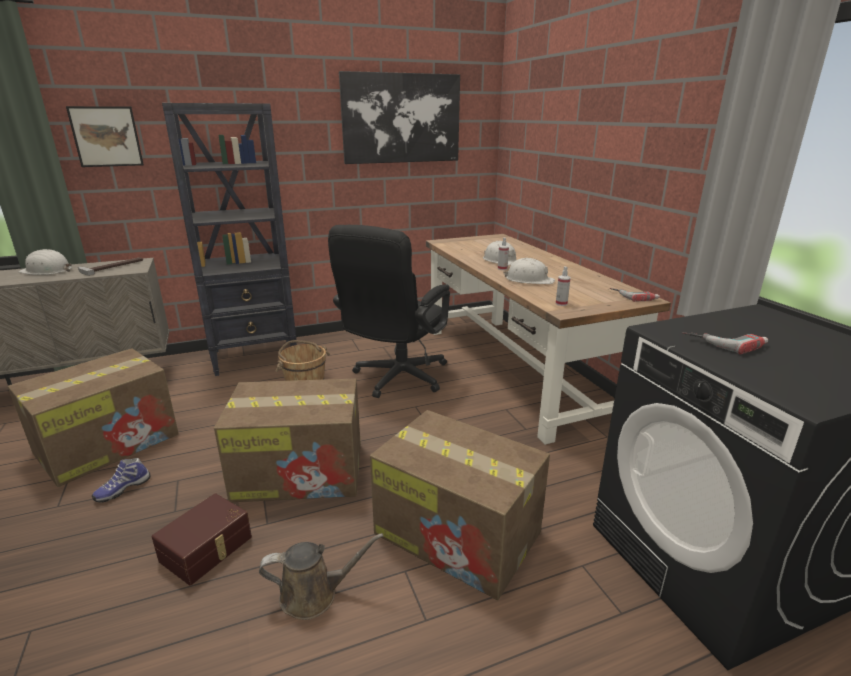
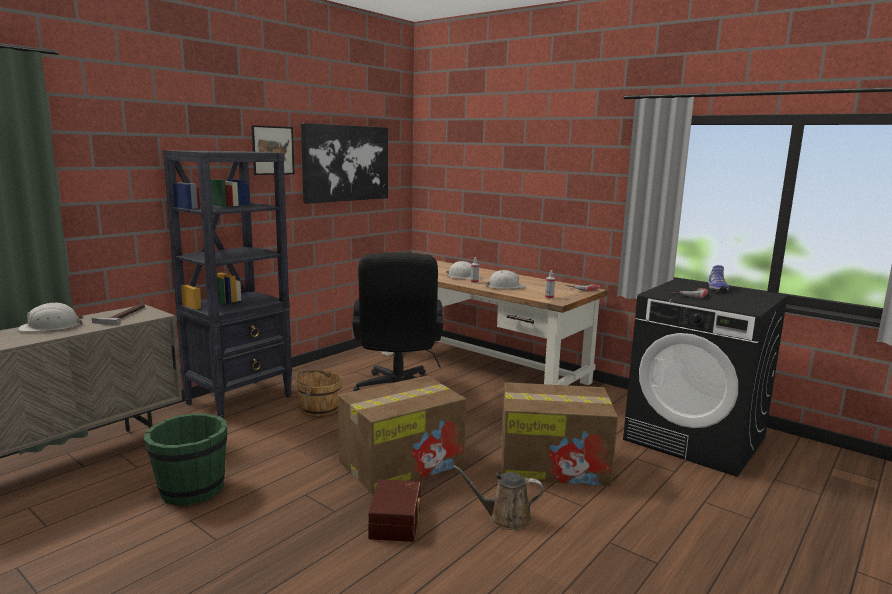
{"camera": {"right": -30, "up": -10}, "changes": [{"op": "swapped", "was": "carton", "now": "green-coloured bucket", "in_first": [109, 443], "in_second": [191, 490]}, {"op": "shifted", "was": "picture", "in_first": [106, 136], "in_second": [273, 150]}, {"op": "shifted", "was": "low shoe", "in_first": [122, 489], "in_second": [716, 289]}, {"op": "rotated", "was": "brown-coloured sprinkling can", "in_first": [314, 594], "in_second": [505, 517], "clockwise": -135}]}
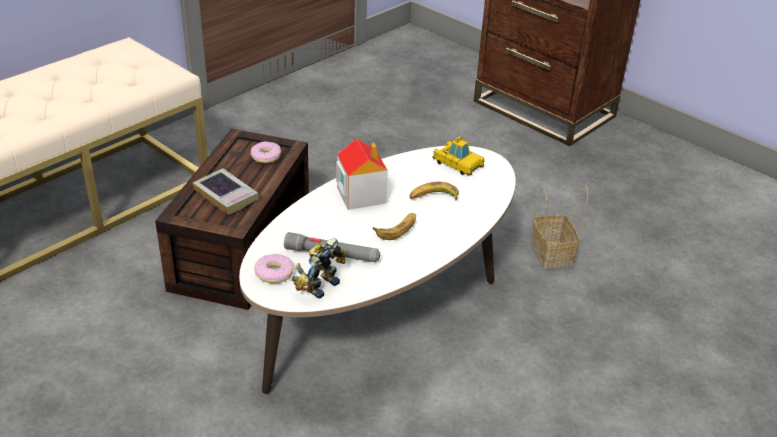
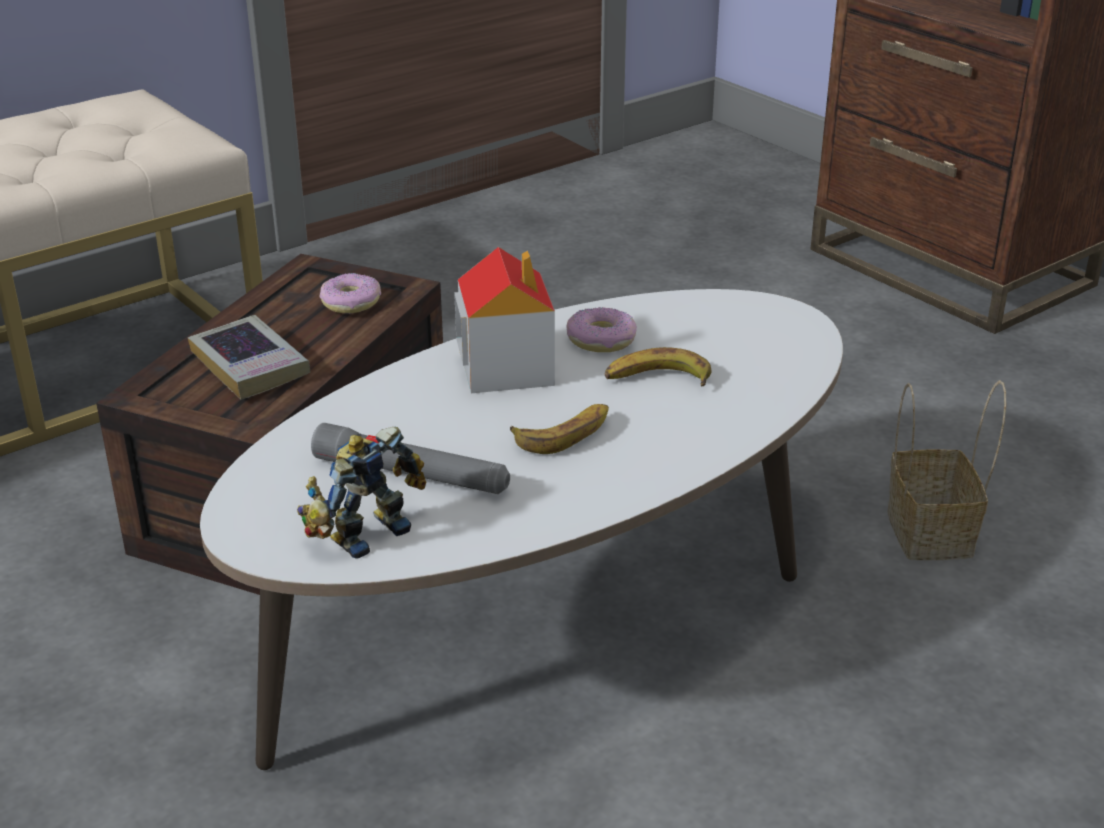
{"camera": {"right": 10, "up": -5}, "changes": [{"op": "shifted", "was": "donut", "in_first": [274, 273], "in_second": [601, 340]}, {"op": "gone", "was": "model car", "in_first": [458, 164]}]}
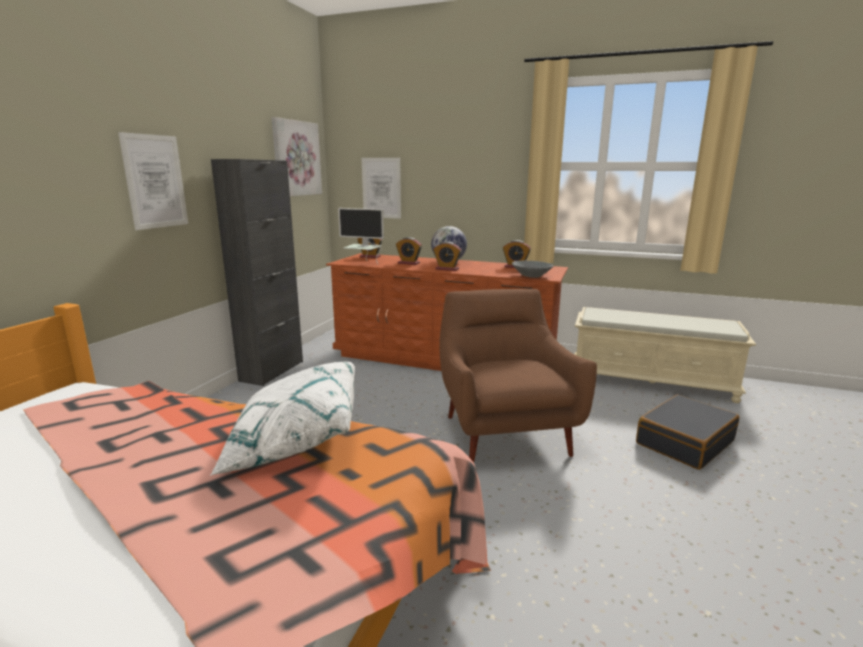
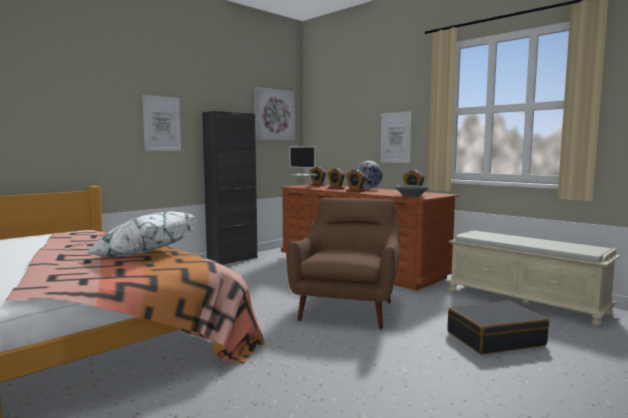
{"camera": {"right": 25, "up": -10}, "changes": [{"op": "shifted", "was": "picture", "in_first": [381, 188], "in_second": [396, 137]}]}
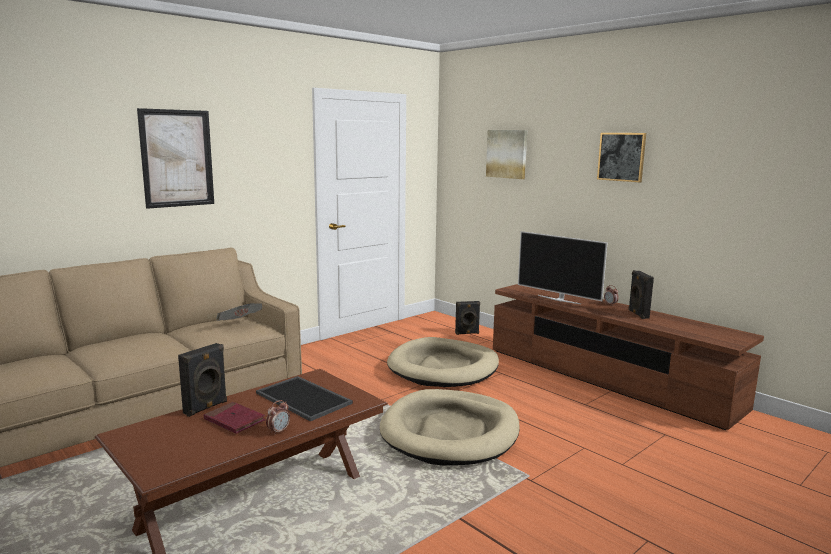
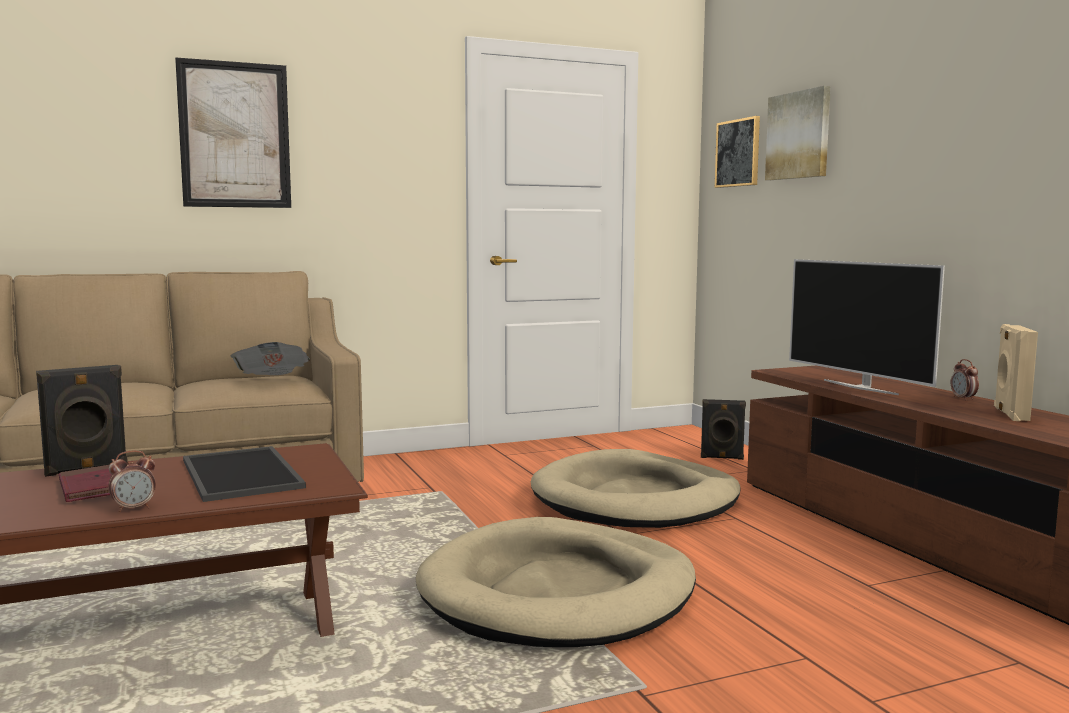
{"camera": {"right": 20, "up": -5}, "changes": [{"op": "shifted", "was": "picture", "in_first": [621, 157], "in_second": [738, 153]}, {"op": "repainted", "was": "blackish audio speaker", "now": "beige audio speaker", "in_first": [637, 314], "in_second": [1009, 414]}]}
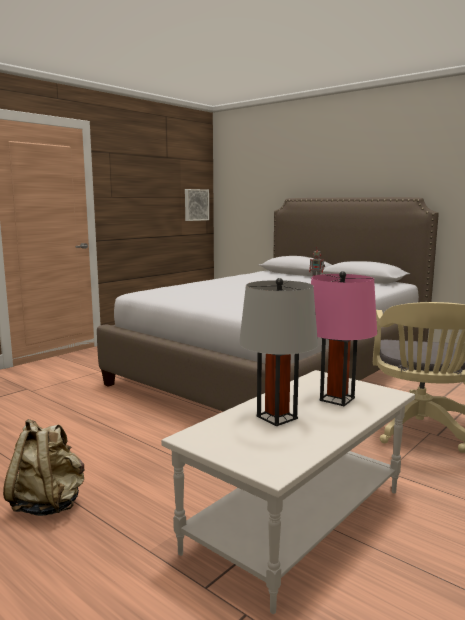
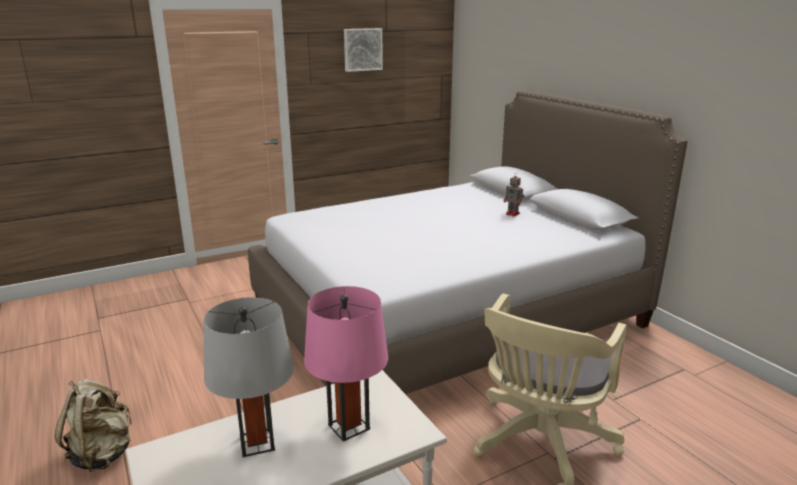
{"camera": {"right": 20, "up": 10}, "changes": [{"op": "shifted", "was": "picture", "in_first": [196, 205], "in_second": [362, 49]}]}
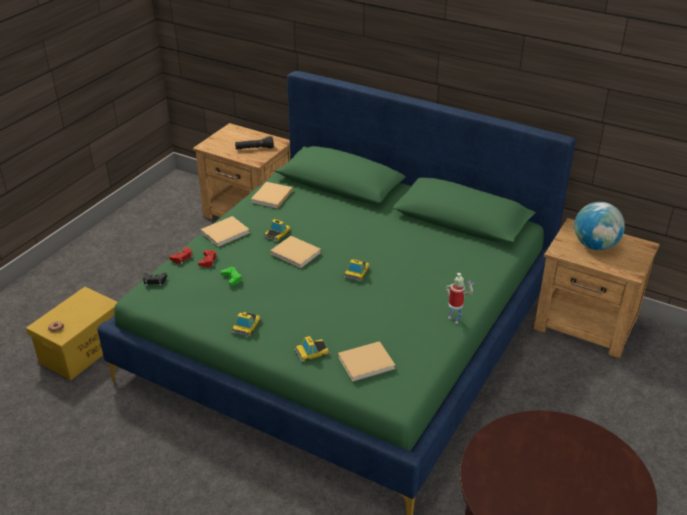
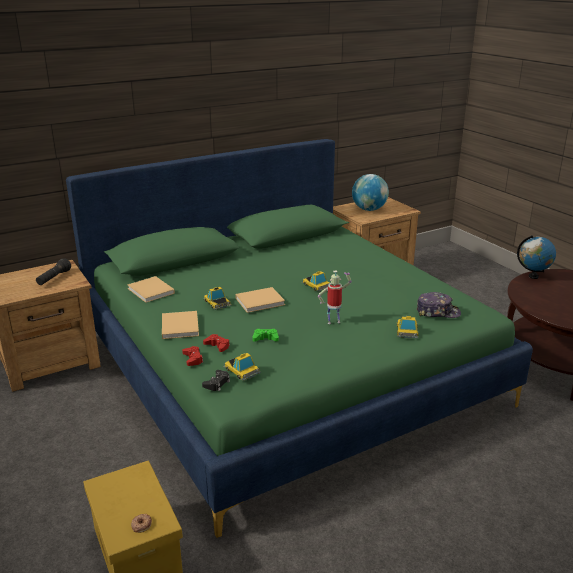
{"camera": {"right": -60, "up": -10}, "changes": [{"op": "shifted", "was": "model car", "in_first": [246, 326], "in_second": [242, 370]}, {"op": "swapped", "was": "beige book", "now": "peaked cap", "in_first": [367, 362], "in_second": [437, 312]}, {"op": "shifted", "was": "model robot", "in_first": [455, 319], "in_second": [333, 321]}, {"op": "new", "now": "desk globe", "in_second": [533, 276]}]}
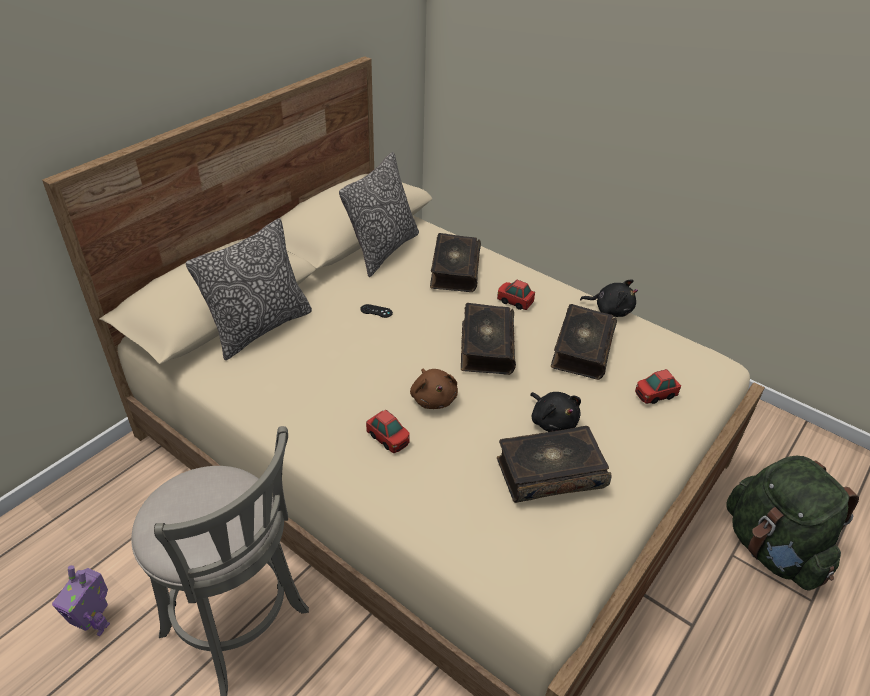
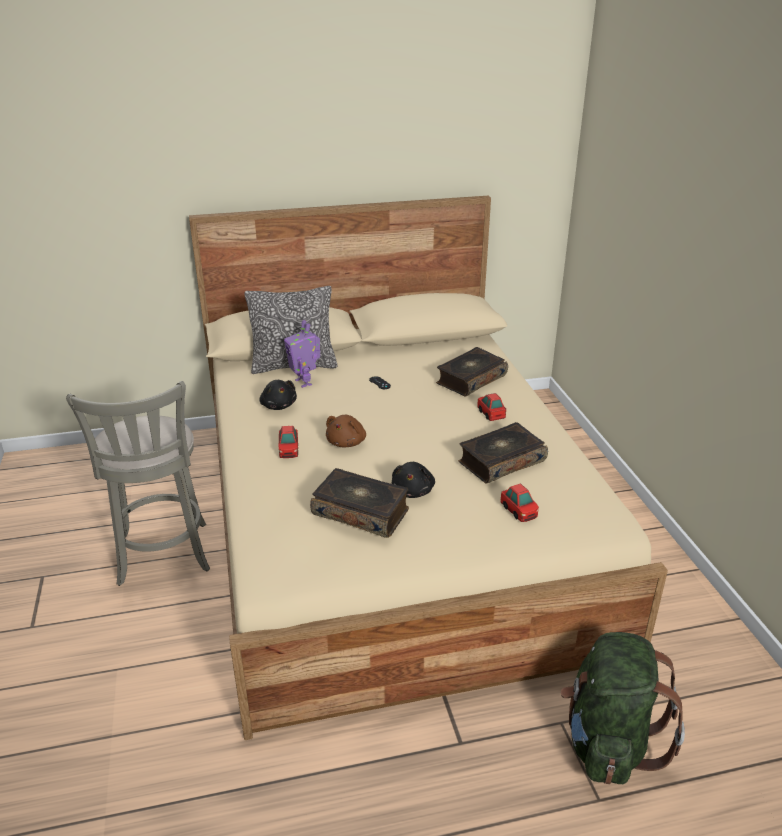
{"camera": {"right": 40, "up": -10}, "changes": [{"op": "shifted", "was": "model robot", "in_first": [96, 623], "in_second": [304, 382]}, {"op": "gone", "was": "pillow", "in_first": [383, 250]}, {"op": "gone", "was": "book", "in_first": [486, 347]}, {"op": "shifted", "was": "blackish soft toy", "in_first": [610, 310], "in_second": [278, 405]}, {"op": "rotated", "was": "model car", "in_first": [655, 394], "in_second": [519, 511], "clockwise": -135}]}
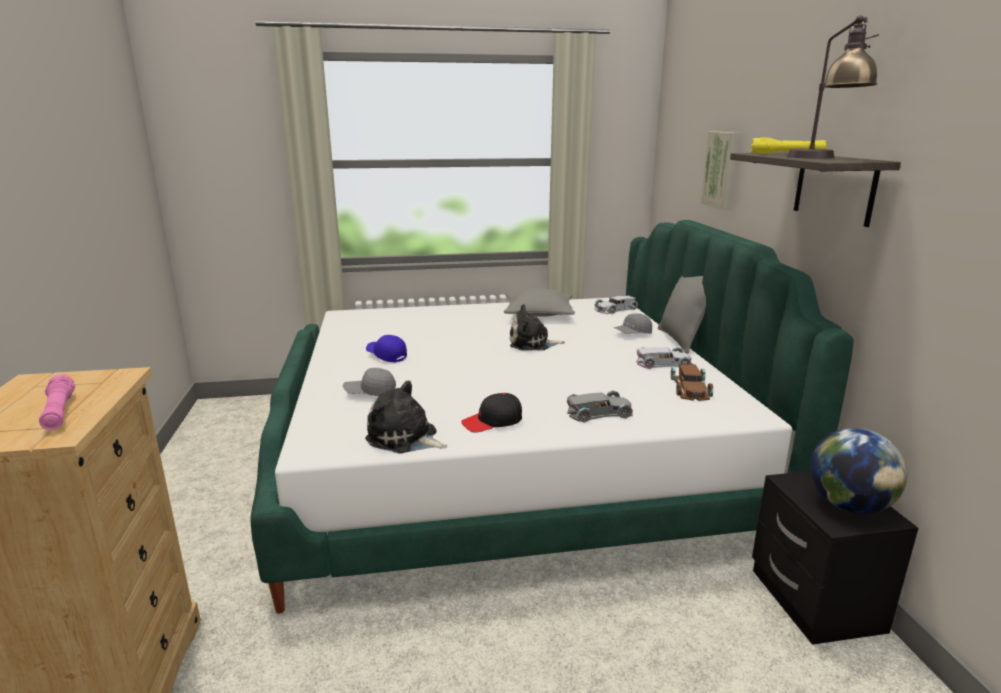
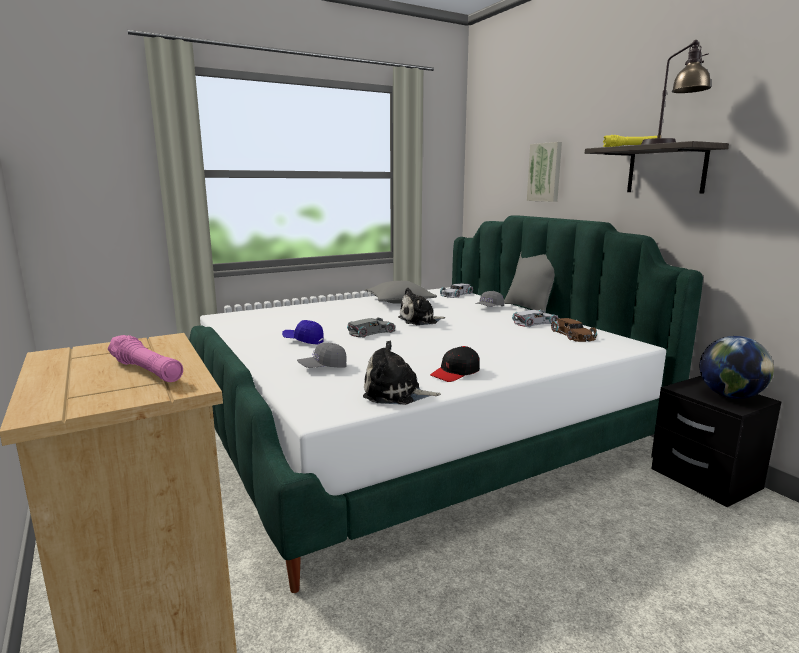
{"camera": {"right": -20, "up": -5}, "changes": [{"op": "shifted", "was": "greyish model car", "in_first": [599, 413], "in_second": [372, 332]}]}
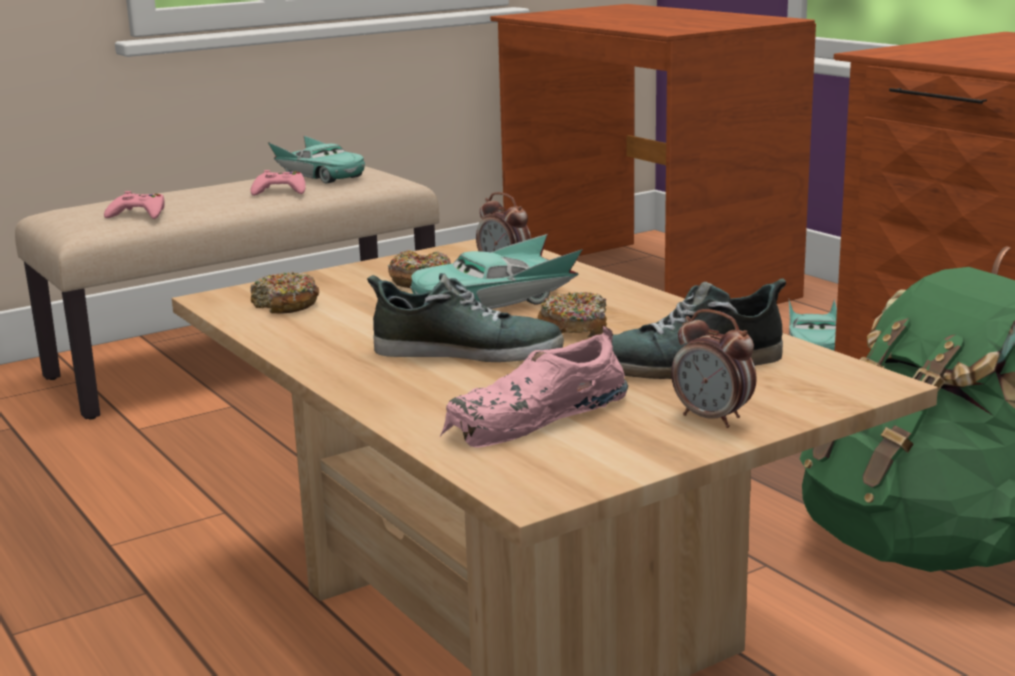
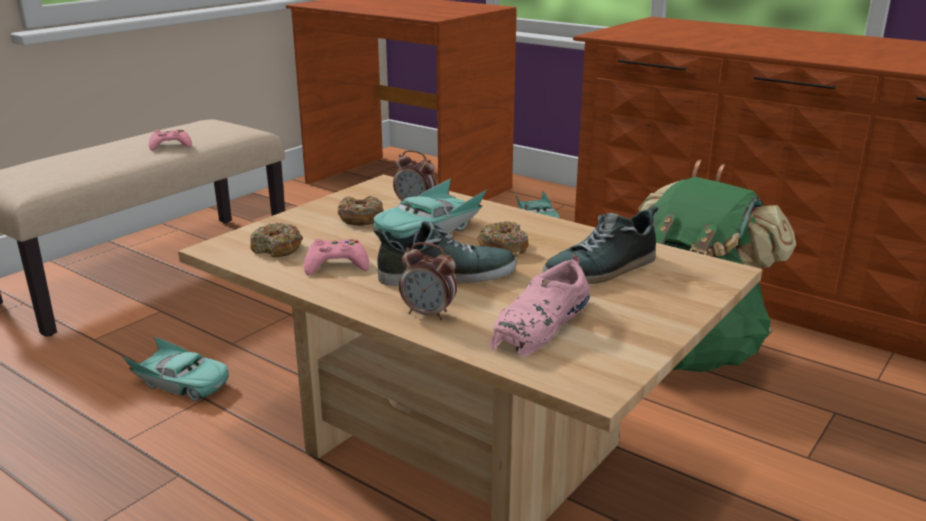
{"camera": {"right": -20, "up": 5}, "changes": [{"op": "shifted", "was": "pinkish game controller", "in_first": [138, 214], "in_second": [336, 264]}, {"op": "shifted", "was": "turquoise model car", "in_first": [319, 175], "in_second": [180, 383]}, {"op": "shifted", "was": "alarm clock", "in_first": [712, 418], "in_second": [429, 314]}]}
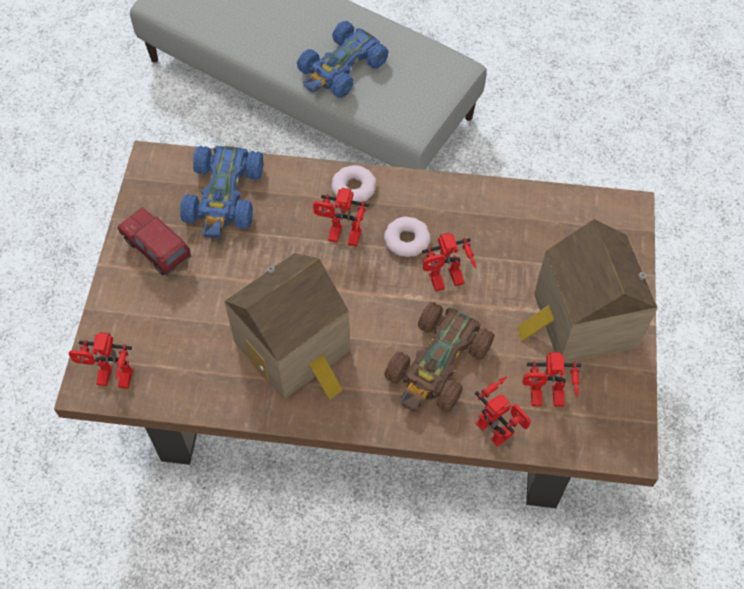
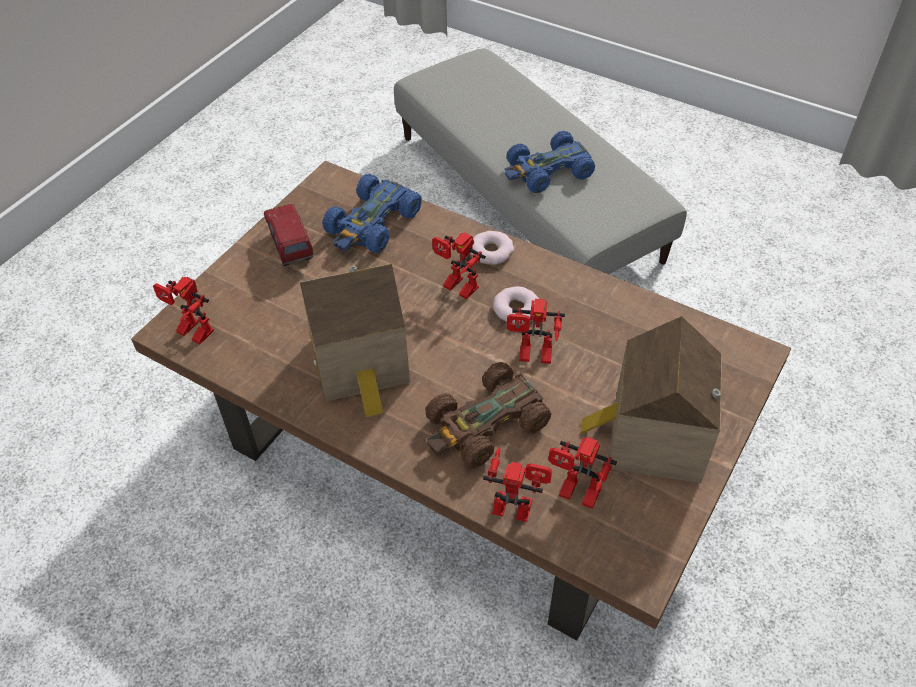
{"camera": {"right": 25, "up": -10}, "changes": [{"op": "rotated", "was": "model robot", "in_first": [500, 427], "in_second": [516, 503], "clockwise": -60}]}
